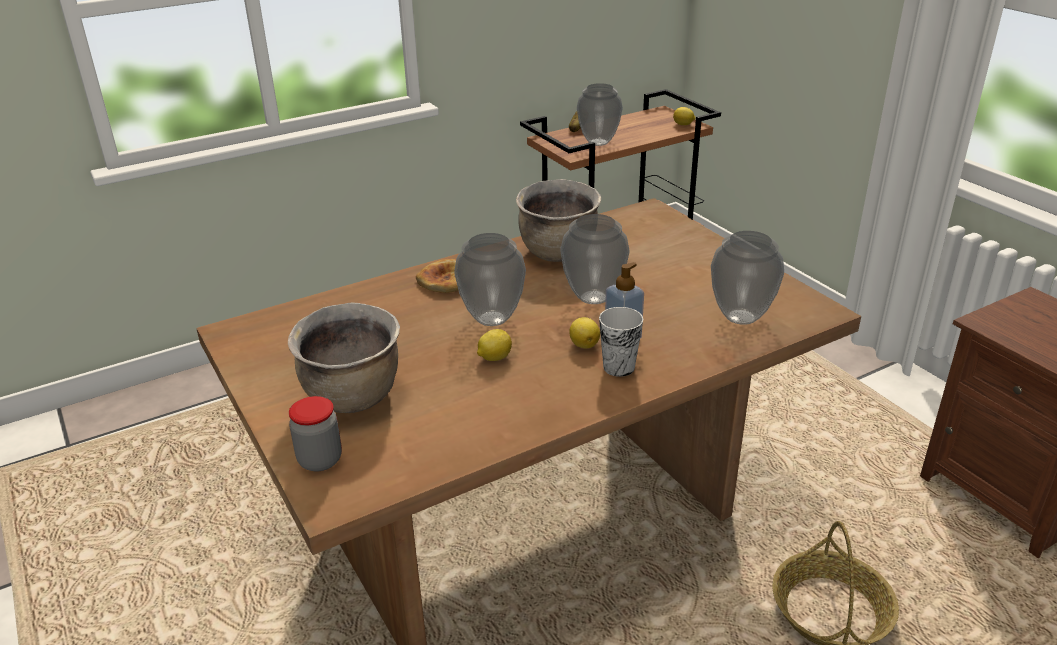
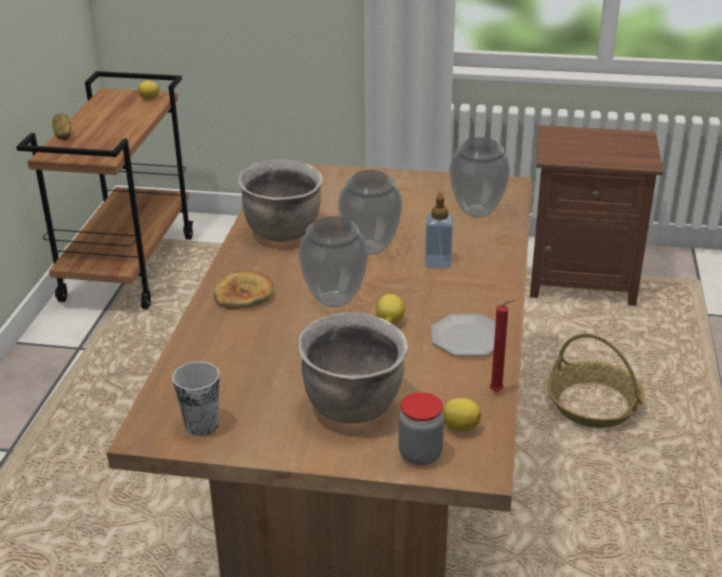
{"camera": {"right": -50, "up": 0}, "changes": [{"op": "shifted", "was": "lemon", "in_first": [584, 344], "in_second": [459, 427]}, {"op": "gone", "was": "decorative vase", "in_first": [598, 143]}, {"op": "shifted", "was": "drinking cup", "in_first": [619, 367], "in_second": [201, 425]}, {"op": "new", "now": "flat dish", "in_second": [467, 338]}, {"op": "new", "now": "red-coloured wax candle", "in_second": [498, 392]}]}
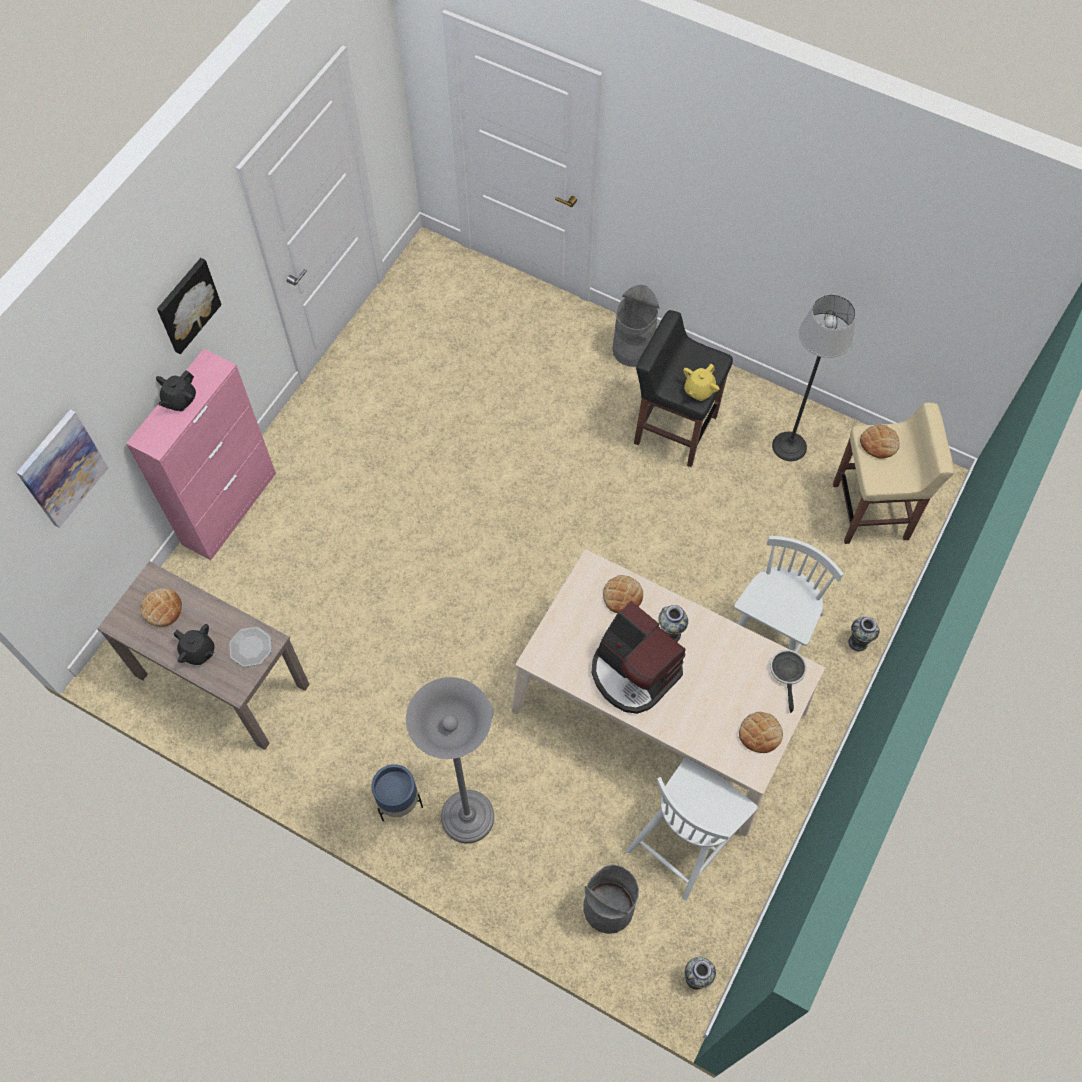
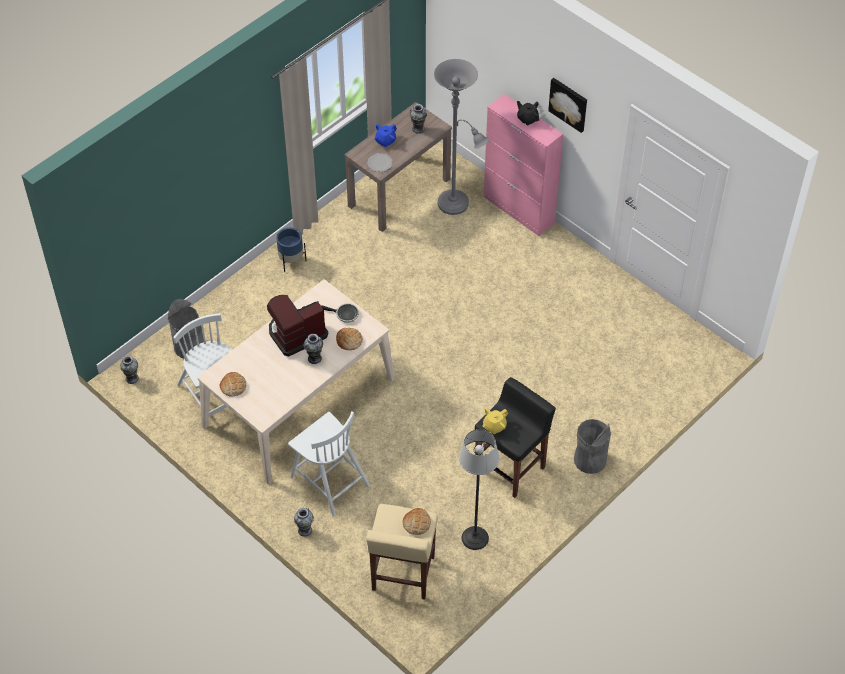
{"camera": {"right": 105, "up": -10}, "changes": [{"op": "gone", "was": "picture", "in_first": [62, 468]}, {"op": "swapped", "was": "baked bread", "now": "decorative vase", "in_first": [162, 609], "in_second": [418, 129]}, {"op": "repainted", "was": "blackish tea pot", "now": "blue tea pot", "in_first": [198, 652], "in_second": [385, 141]}, {"op": "shifted", "was": "greyish floor lamp", "in_first": [470, 810], "in_second": [457, 205]}, {"op": "rotated", "was": "yellowish tea pot", "in_first": [698, 390], "in_second": [494, 426], "clockwise": -90}, {"op": "shifted", "was": "skillet", "in_first": [787, 673], "in_second": [345, 315]}]}
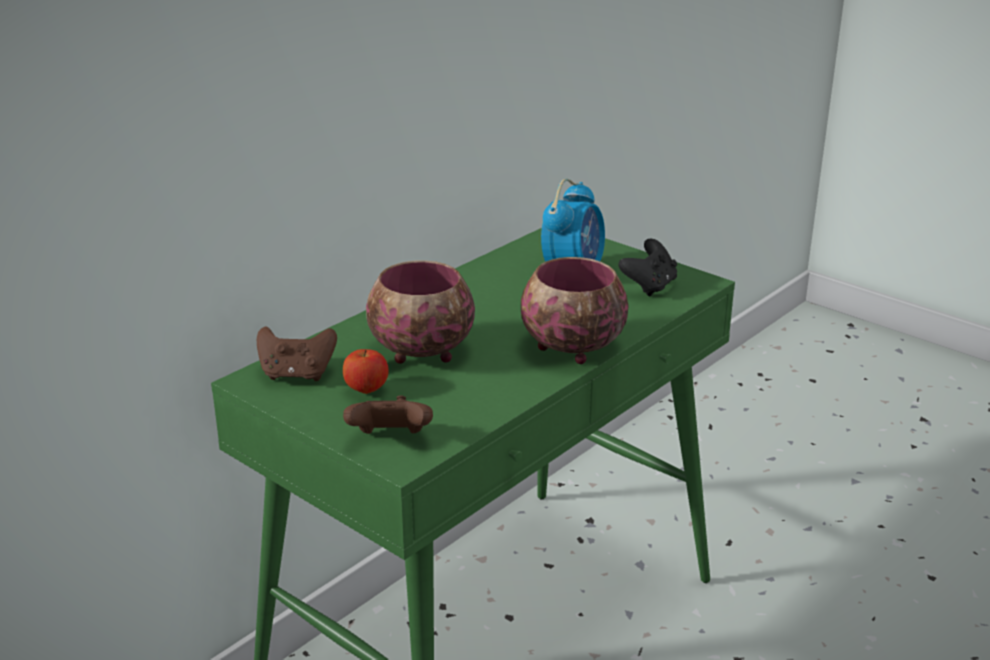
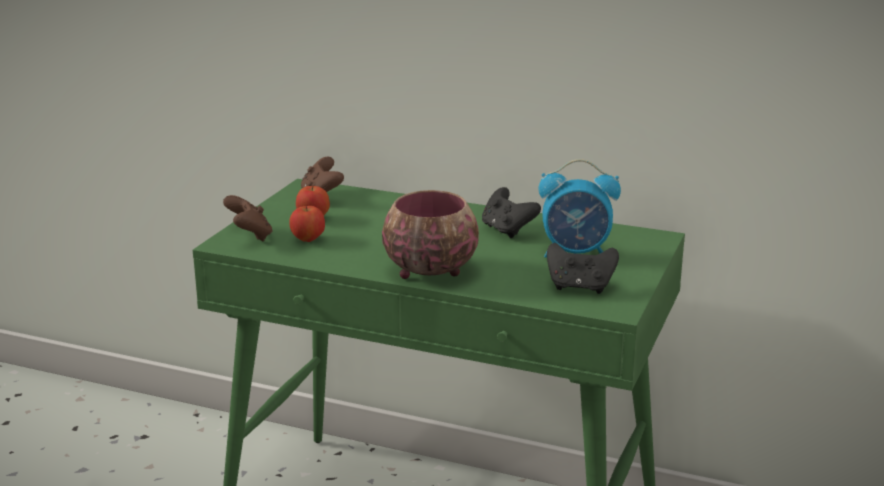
{"camera": {"right": 70, "up": -5}, "changes": [{"op": "gone", "was": "bowl", "in_first": [420, 352]}, {"op": "new", "now": "apple fruit", "in_second": [308, 239]}, {"op": "new", "now": "blackish game controller", "in_second": [507, 230]}]}
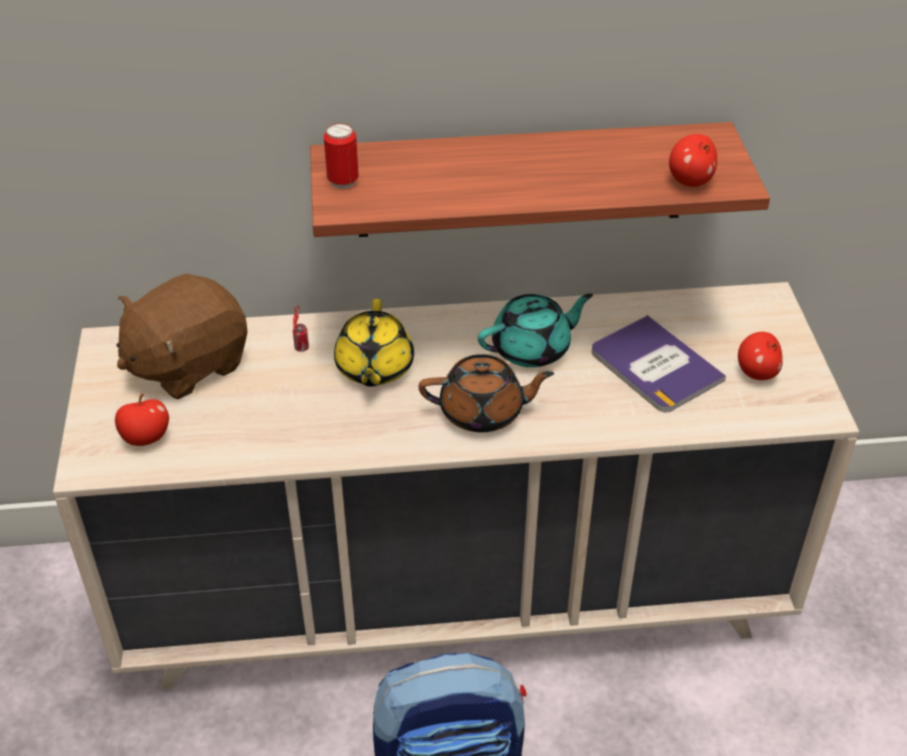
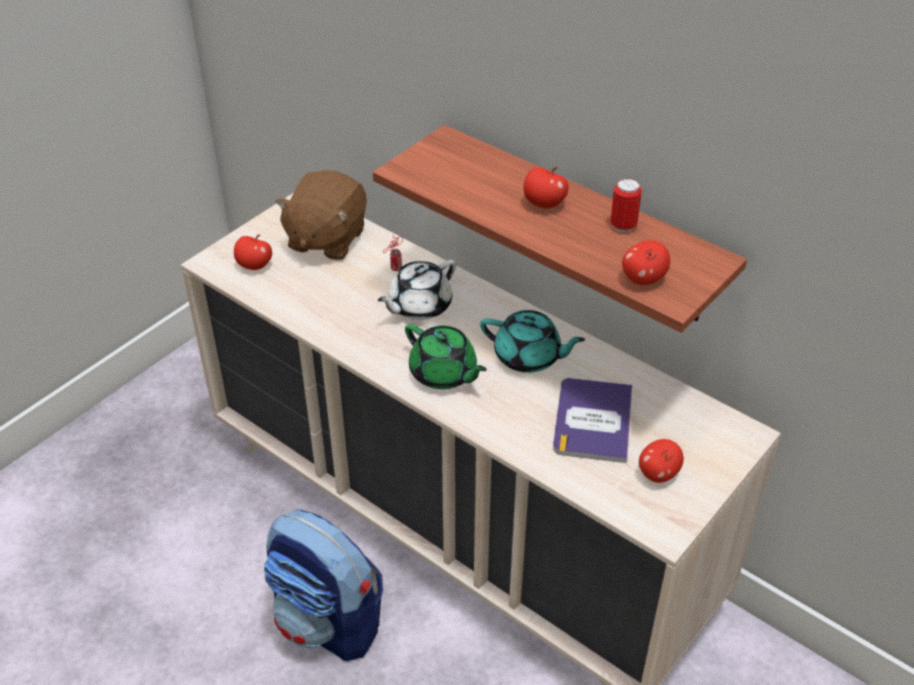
{"camera": {"right": 45, "up": 0}, "changes": [{"op": "rotated", "was": "brown-coloured soft toy", "in_first": [187, 364], "in_second": [326, 239], "clockwise": -75}, {"op": "shifted", "was": "sealed can", "in_first": [343, 181], "in_second": [623, 226]}, {"op": "repainted", "was": "yellowish tea pot", "now": "white tea pot", "in_first": [374, 368], "in_second": [419, 306]}, {"op": "repainted", "was": "brown-coloured tea pot", "now": "green-coloured tea pot", "in_first": [483, 412], "in_second": [444, 373]}, {"op": "new", "now": "apple fruit", "in_second": [544, 204]}]}
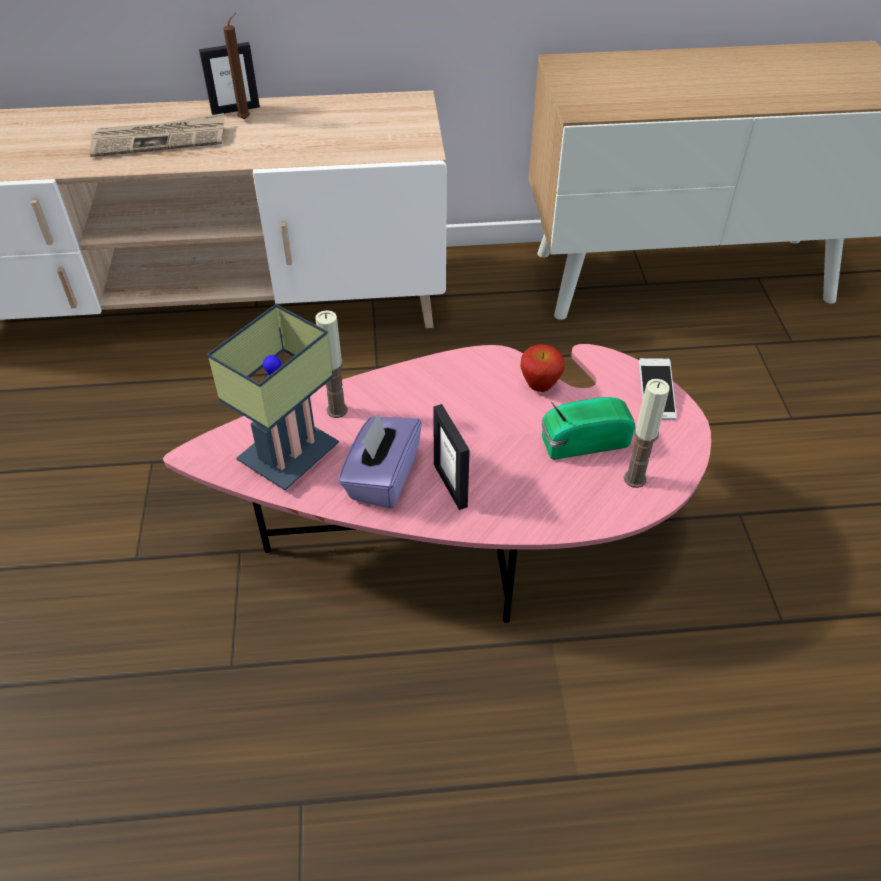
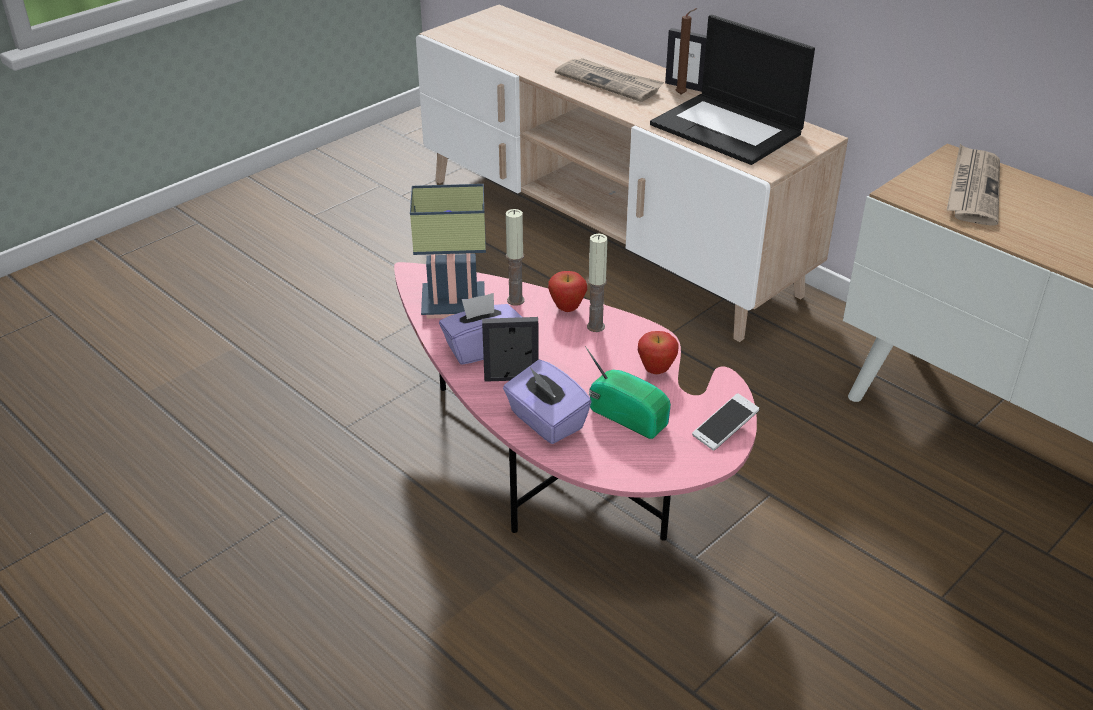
{"camera": {"right": 50, "up": -10}, "changes": [{"op": "rotated", "was": "photo frame", "in_first": [451, 485], "in_second": [511, 378], "clockwise": 60}, {"op": "shifted", "was": "wax candle", "in_first": [634, 479], "in_second": [595, 326]}, {"op": "new", "now": "purple-coloured tissue box", "in_second": [546, 421]}, {"op": "new", "now": "apple fruit", "in_second": [567, 309]}, {"op": "new", "now": "portable computer", "in_second": [728, 129]}, {"op": "new", "now": "newspaper", "in_second": [972, 188]}]}
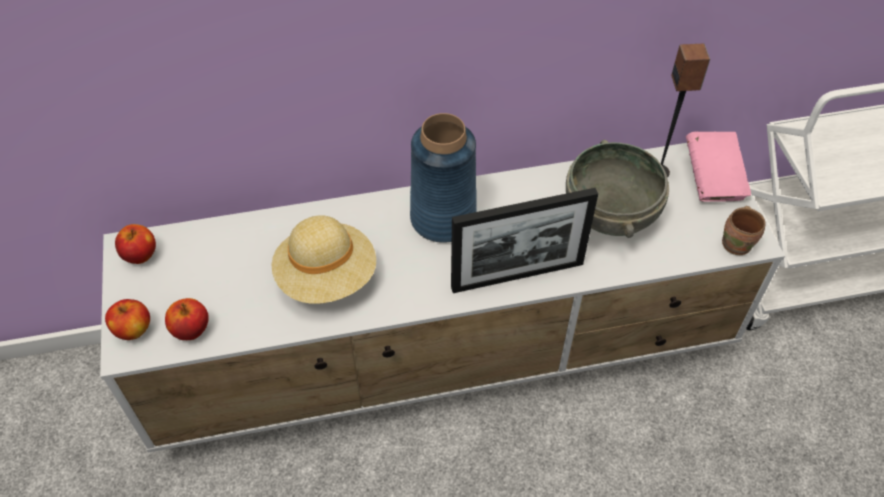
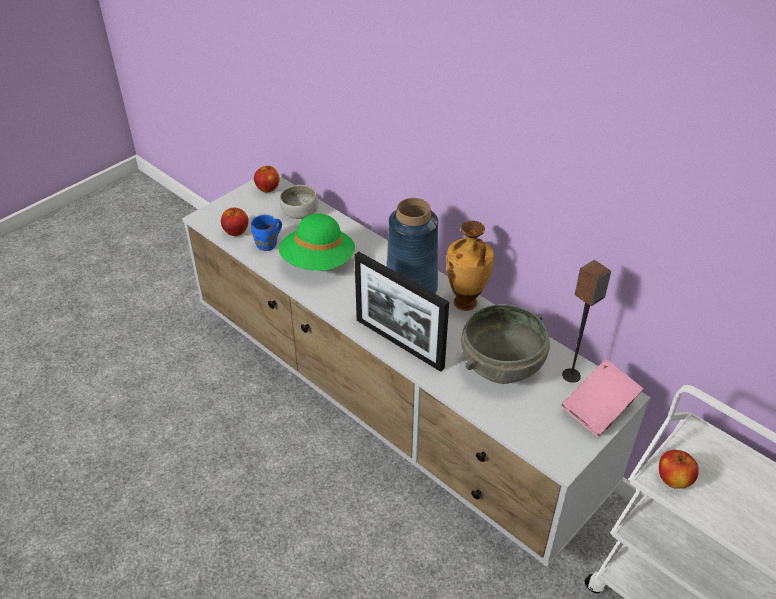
{"camera": {"right": 55, "up": -10}, "changes": [{"op": "shifted", "was": "apple fruit", "in_first": [134, 329], "in_second": [674, 480]}, {"op": "repainted", "was": "beige clothing hat", "now": "green-coloured clothing hat", "in_first": [327, 277], "in_second": [318, 262]}, {"op": "gone", "was": "brown-coloured mug", "in_first": [738, 244]}, {"op": "new", "now": "blue mug", "in_second": [268, 245]}, {"op": "new", "now": "bowl", "in_second": [300, 213]}, {"op": "new", "now": "decorative vase", "in_second": [466, 304]}]}
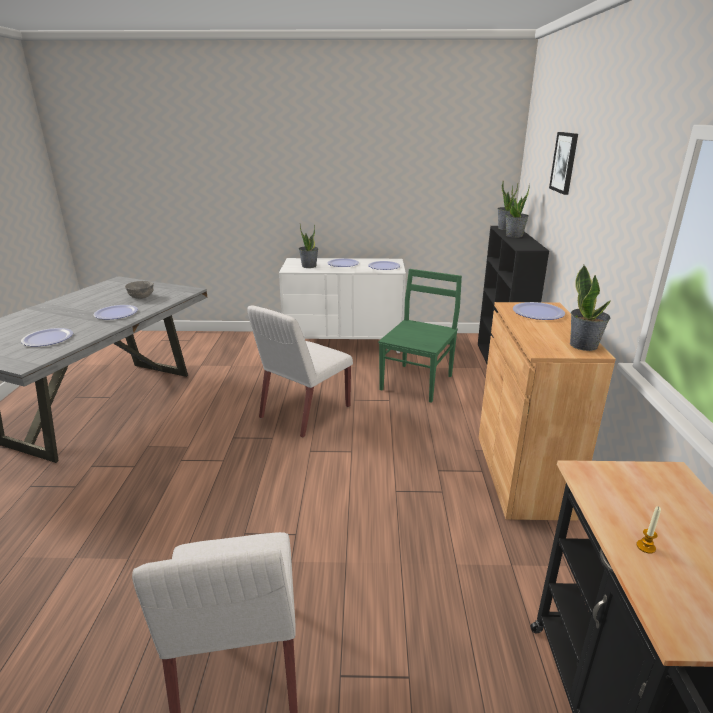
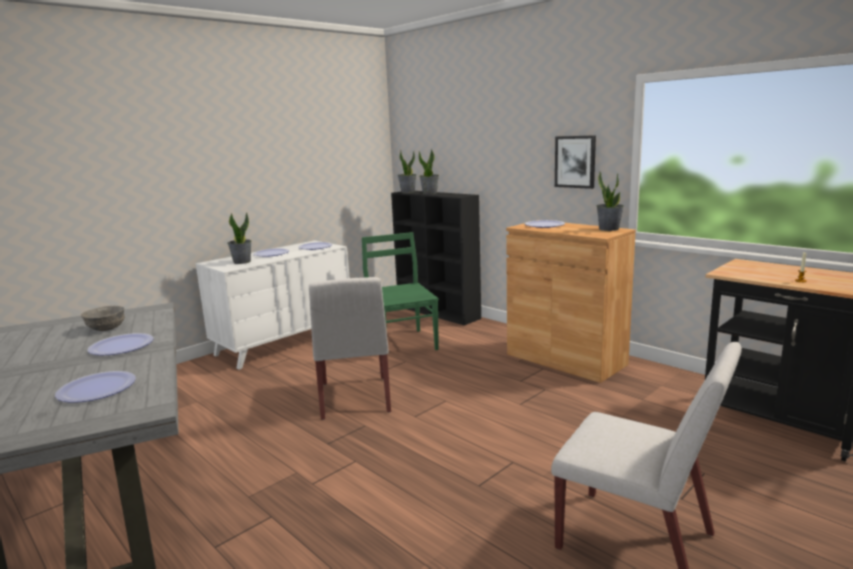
{"camera": {"right": -45, "up": -10}, "changes": [{"op": "shifted", "was": "picture", "in_first": [564, 162], "in_second": [575, 161]}]}
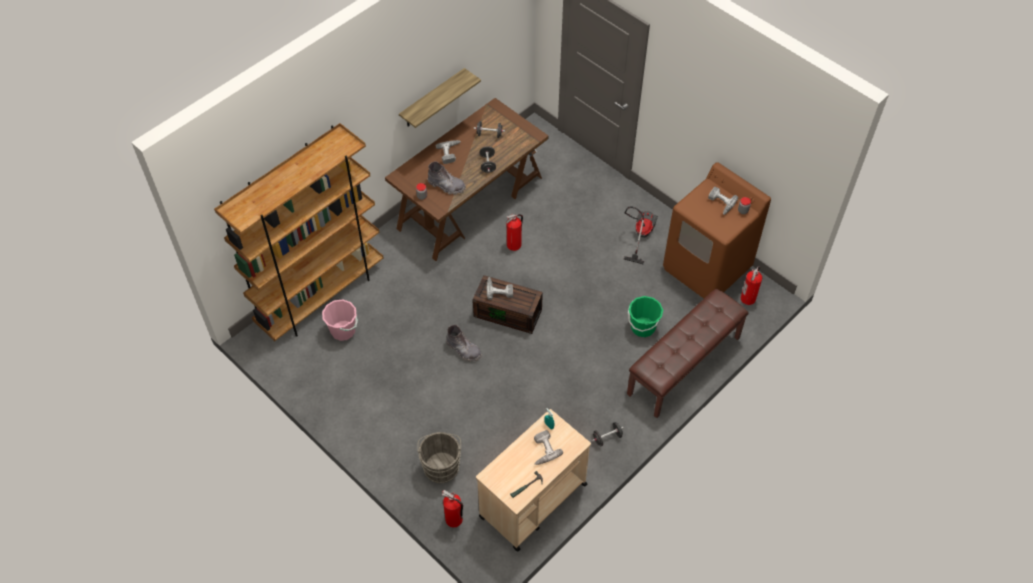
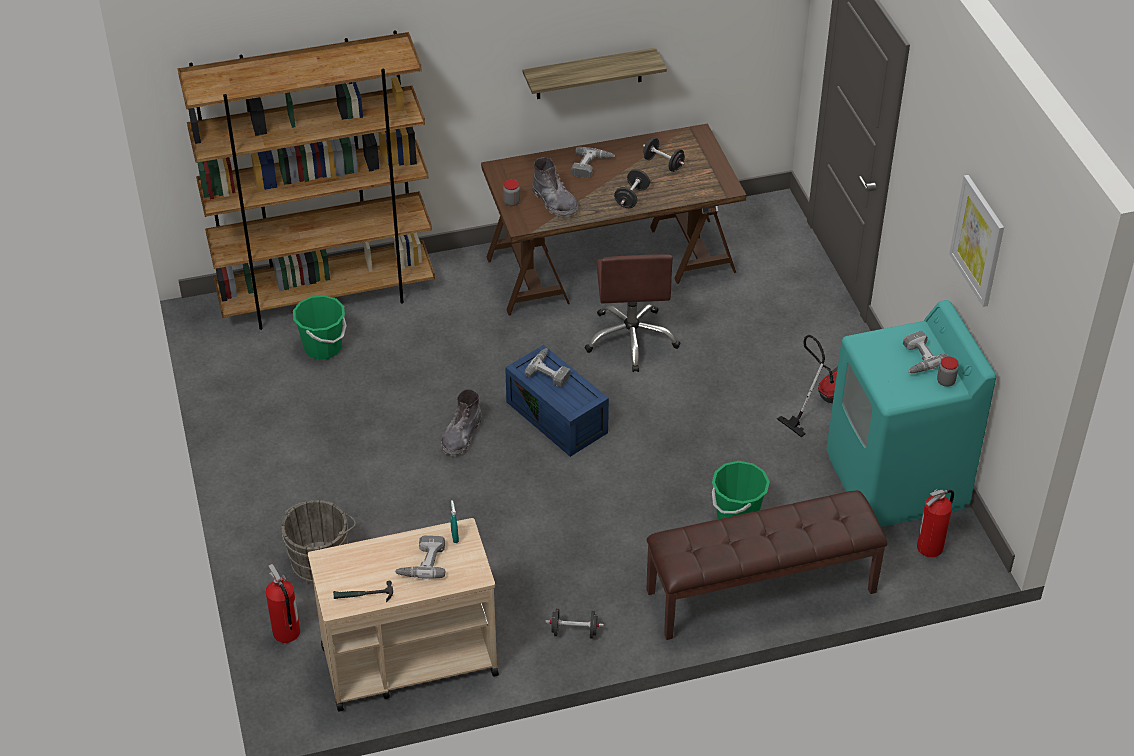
{"camera": {"right": 30, "up": -10}, "changes": [{"op": "repainted", "was": "pinkish bucket", "now": "green-coloured bucket", "in_first": [343, 331], "in_second": [323, 347]}, {"op": "rotated", "was": "greyish boot", "in_first": [464, 350], "in_second": [461, 436], "clockwise": 45}, {"op": "repainted", "was": "brown-coloured storage box", "now": "blue storage box", "in_first": [509, 312], "in_second": [559, 417]}, {"op": "swapped", "was": "extinguisher", "now": "brown-coloured office chair", "in_first": [514, 245], "in_second": [631, 339]}, {"op": "repainted", "was": "brown-coloured washing machine", "now": "turquoise washing machine", "in_first": [707, 268], "in_second": [896, 482]}, {"op": "new", "now": "picture", "in_second": [978, 240]}]}
